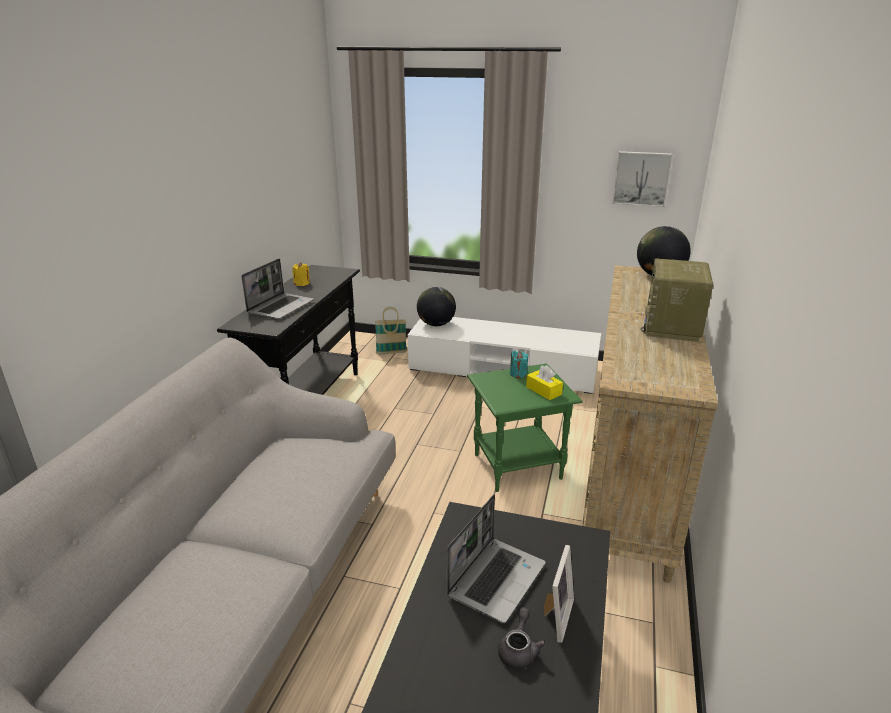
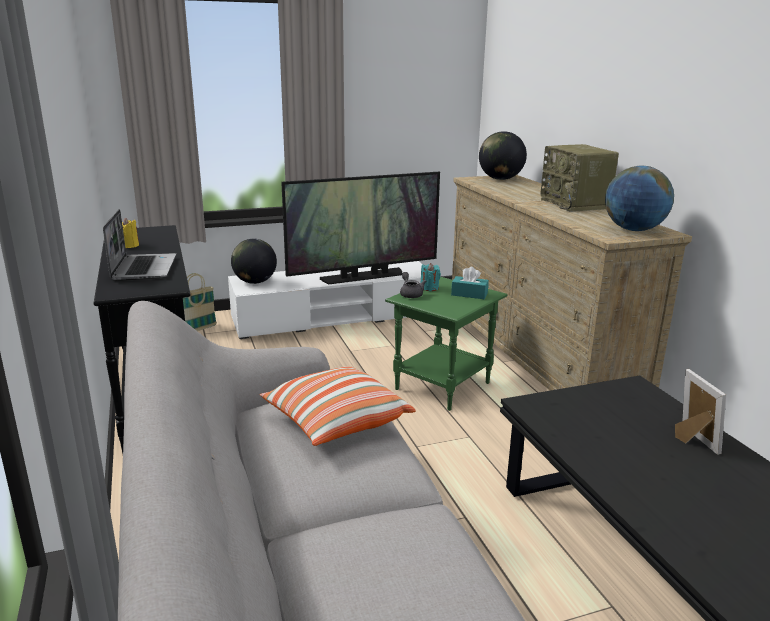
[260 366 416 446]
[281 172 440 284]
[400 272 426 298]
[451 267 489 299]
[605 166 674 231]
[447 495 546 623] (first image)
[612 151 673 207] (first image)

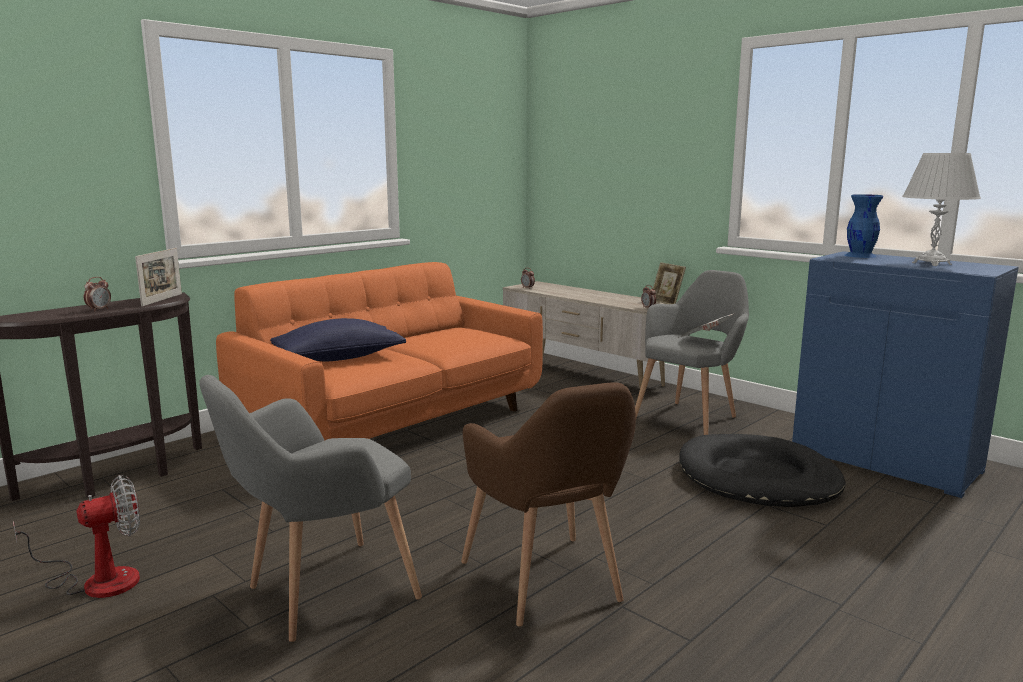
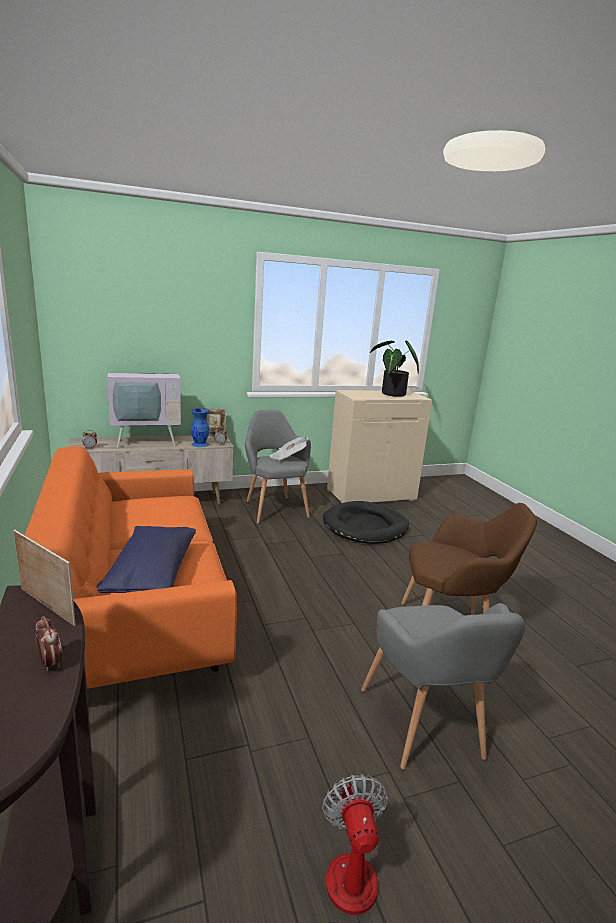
[107 343 181 448]
[191 408 209 447]
[327 390 432 503]
[370 341 419 397]

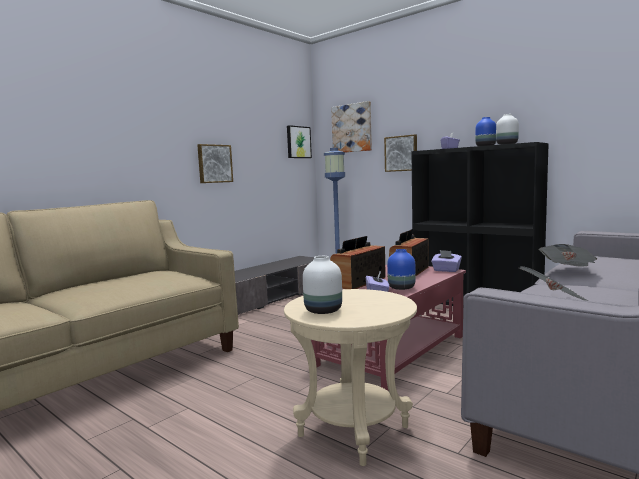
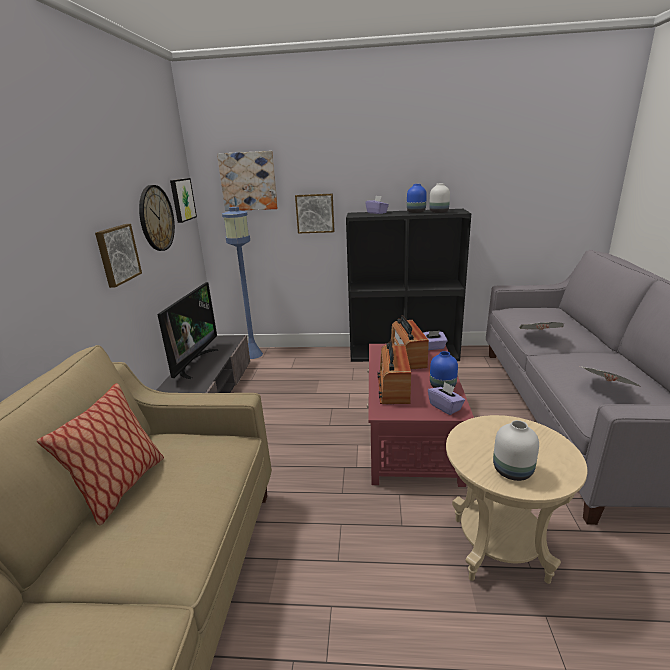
[37 383 164 525]
[139 185 175 251]
[157 282 218 379]

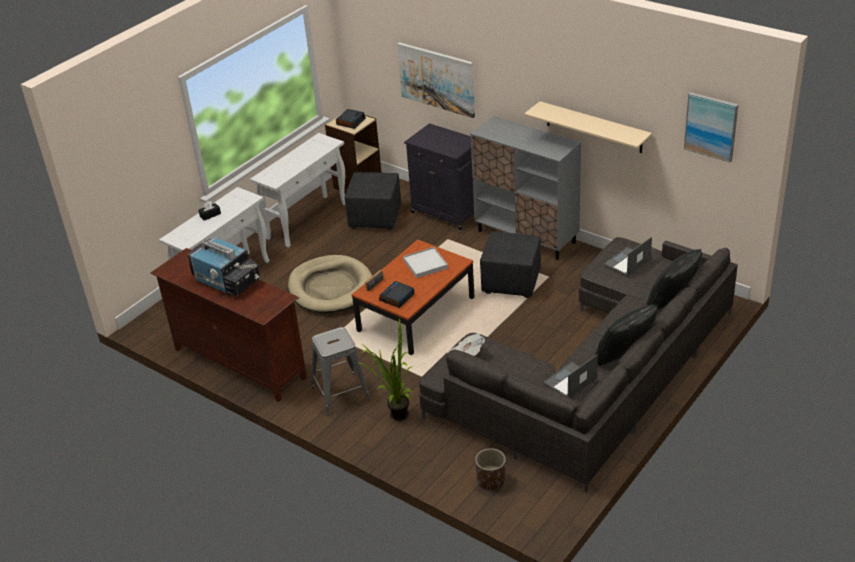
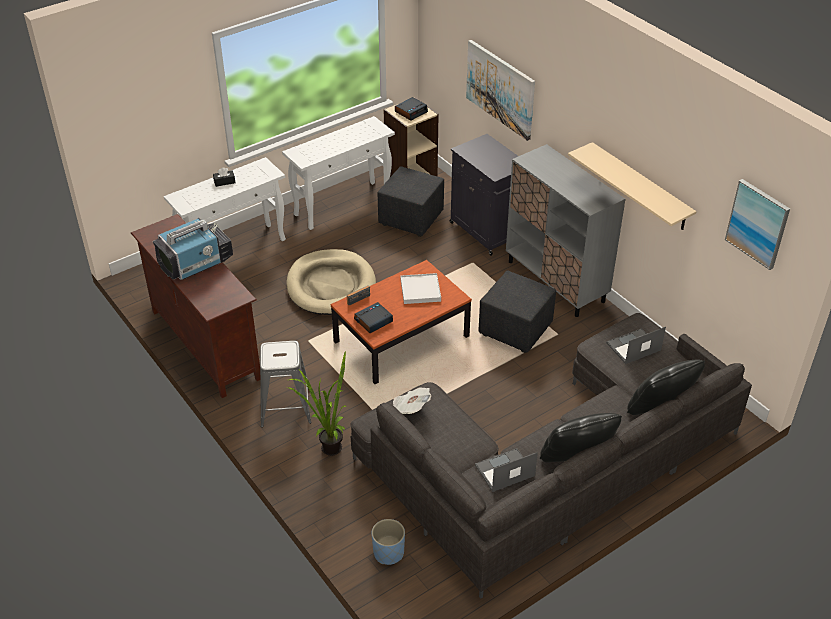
[153 218 233 280]
[372 519 405 565]

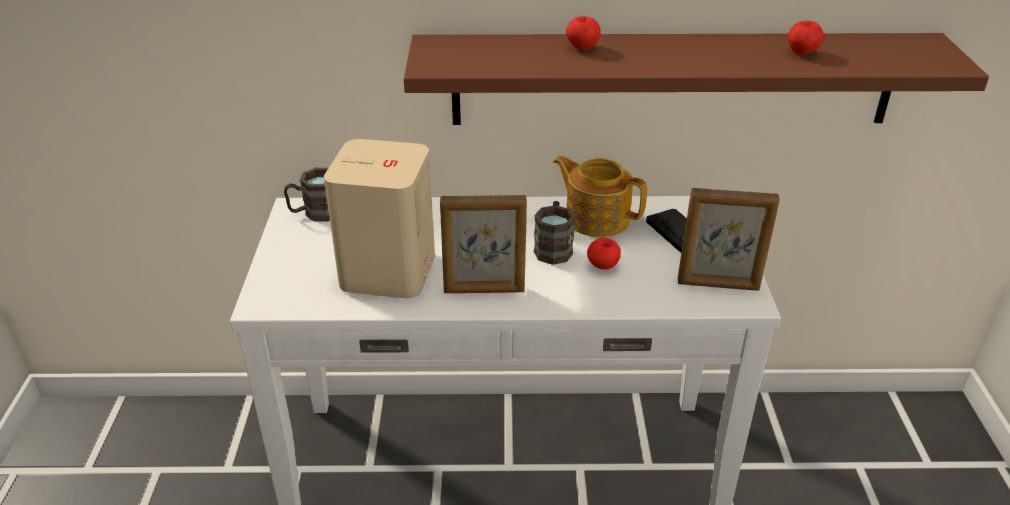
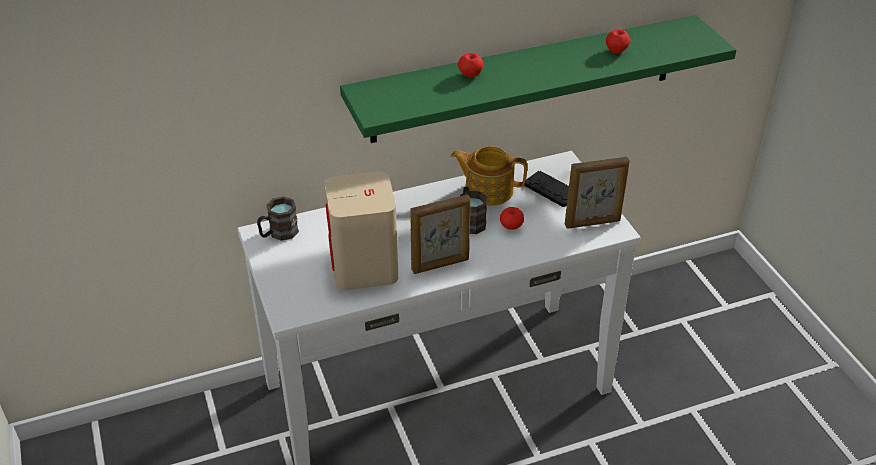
[340 15 736 143]

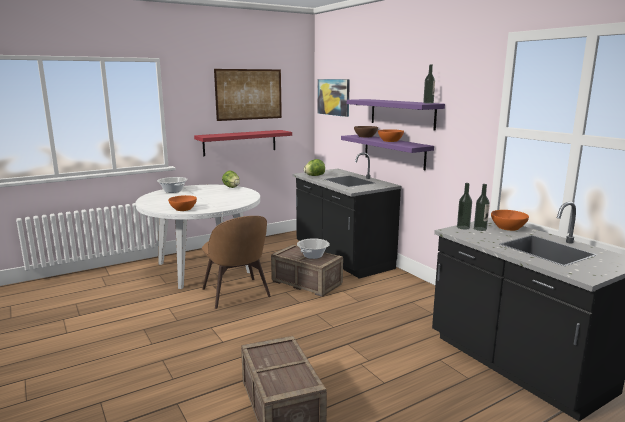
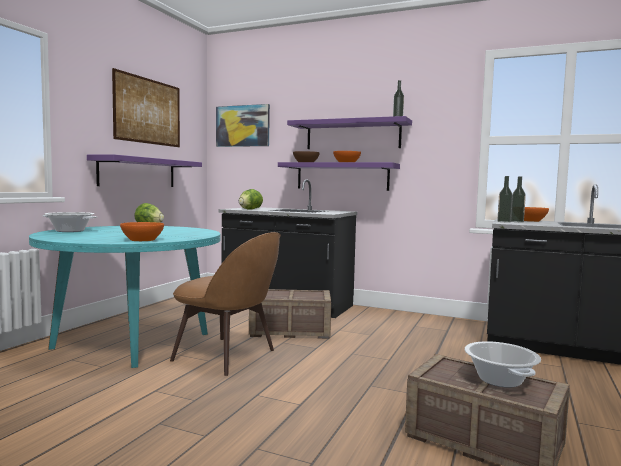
[29 226 221 368]
[87 154 202 187]
[465 341 541 388]

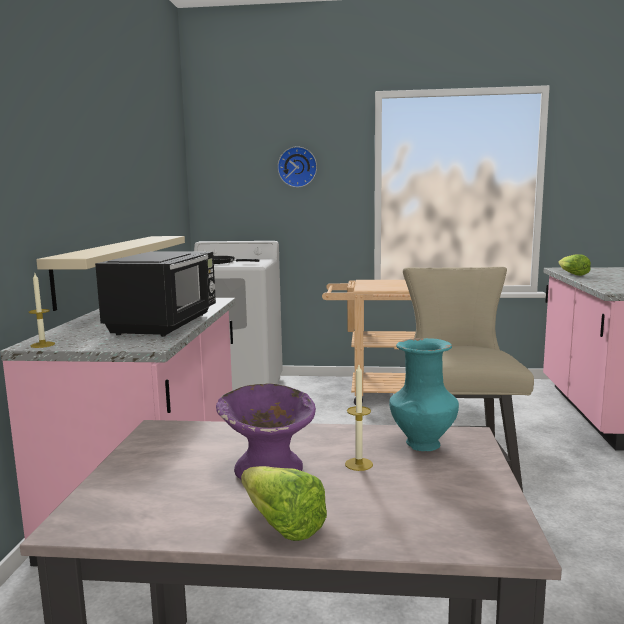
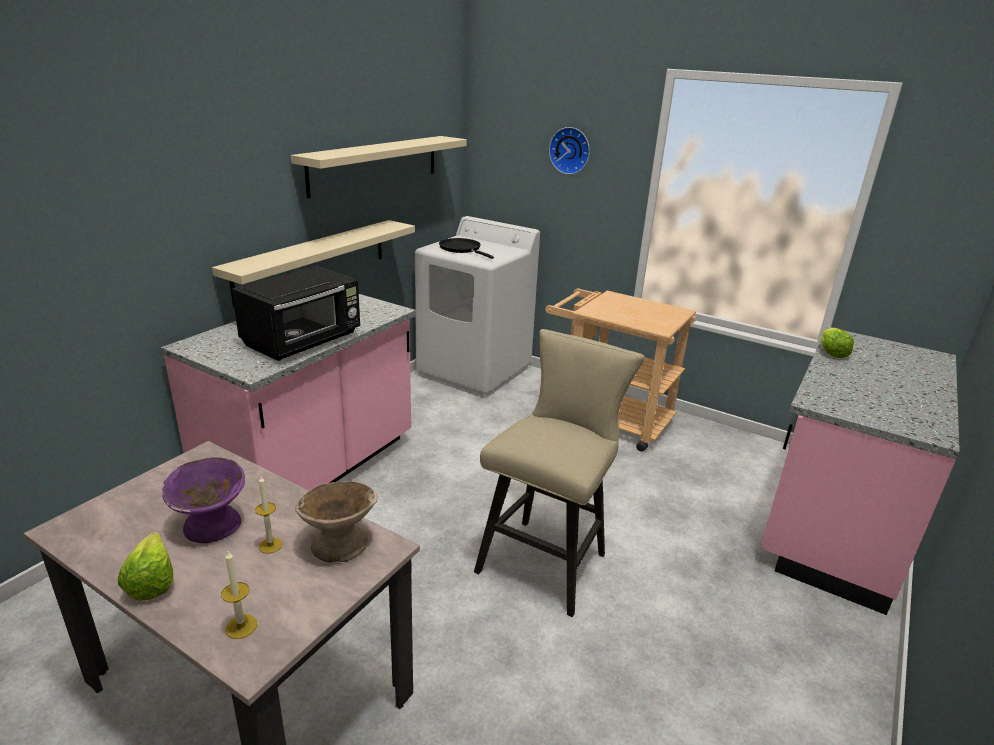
[221 551 258 639]
[291 136 467 198]
[295 481 377 563]

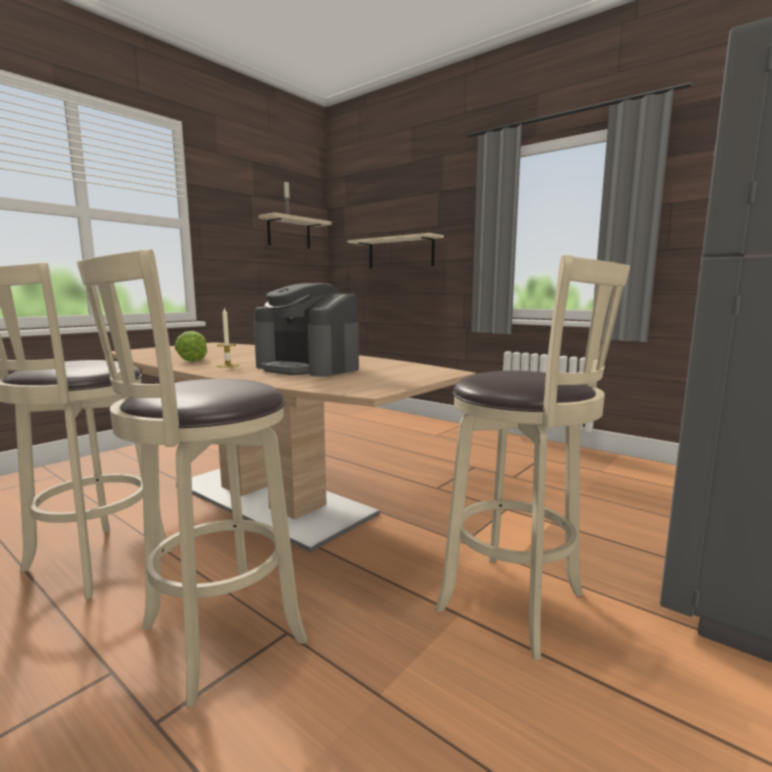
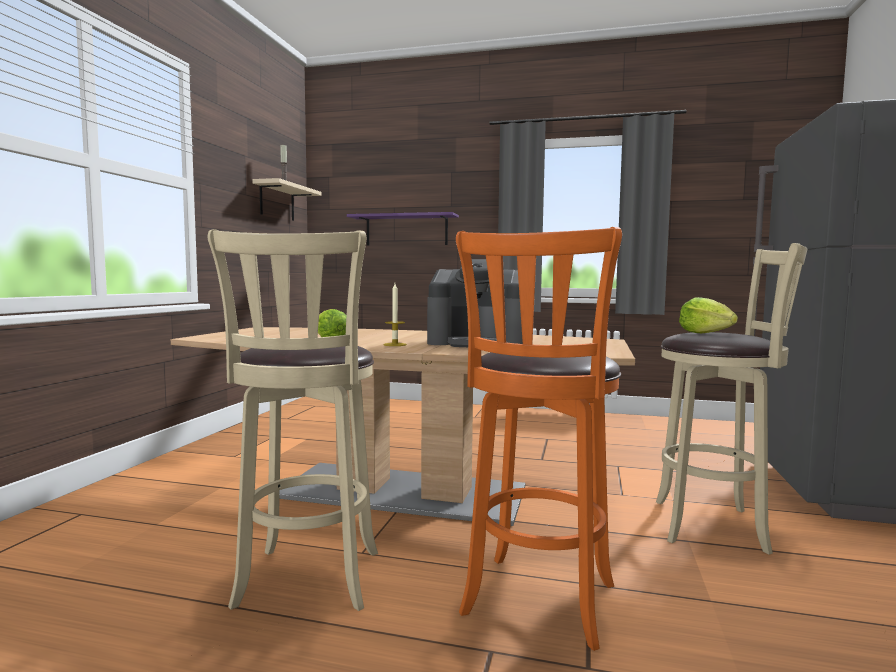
[347 212 459 245]
[456 227 622 651]
[679 297 738 333]

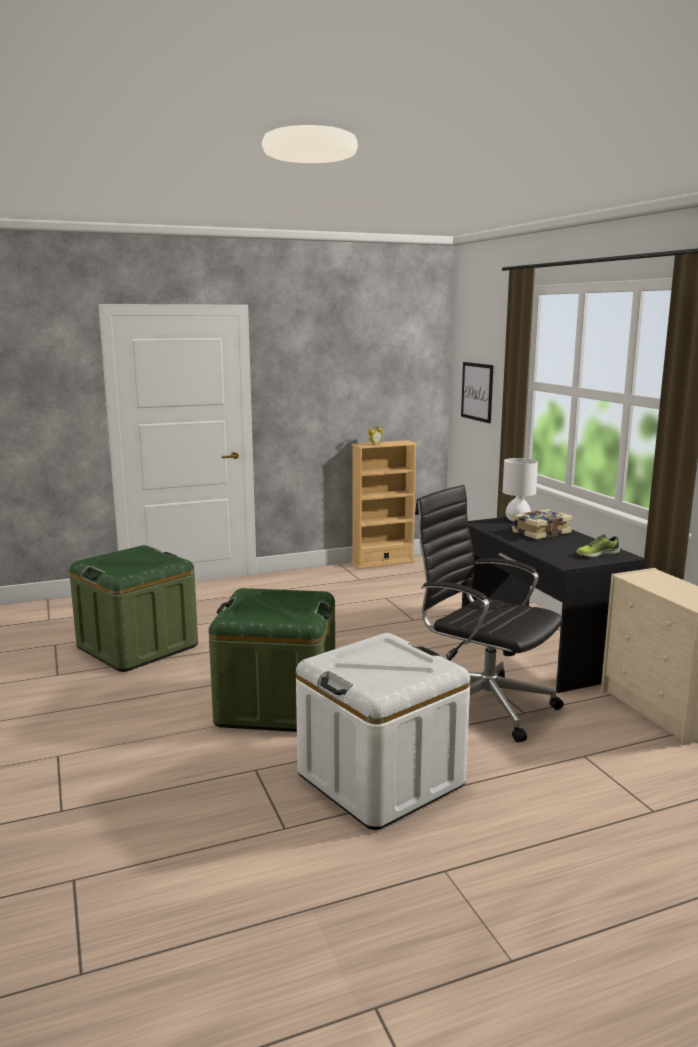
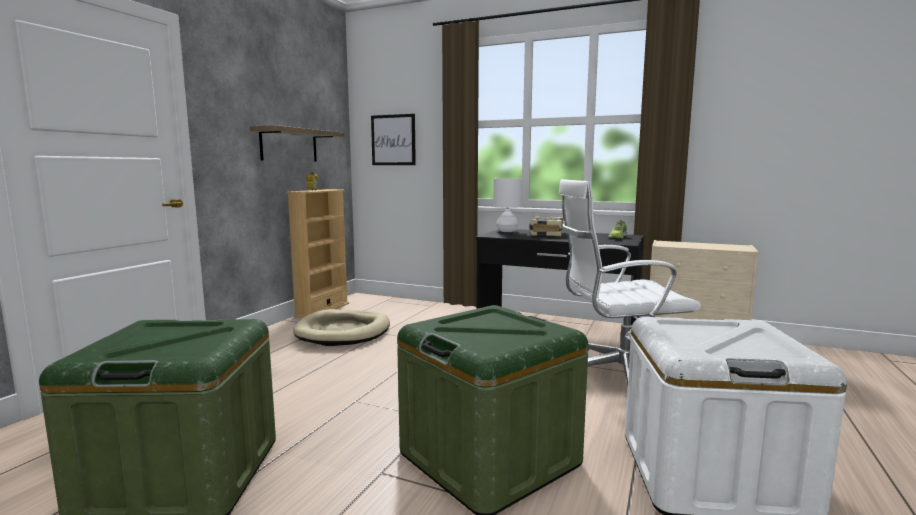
[249 125 344 161]
[293 309 390 346]
[558 179 701 407]

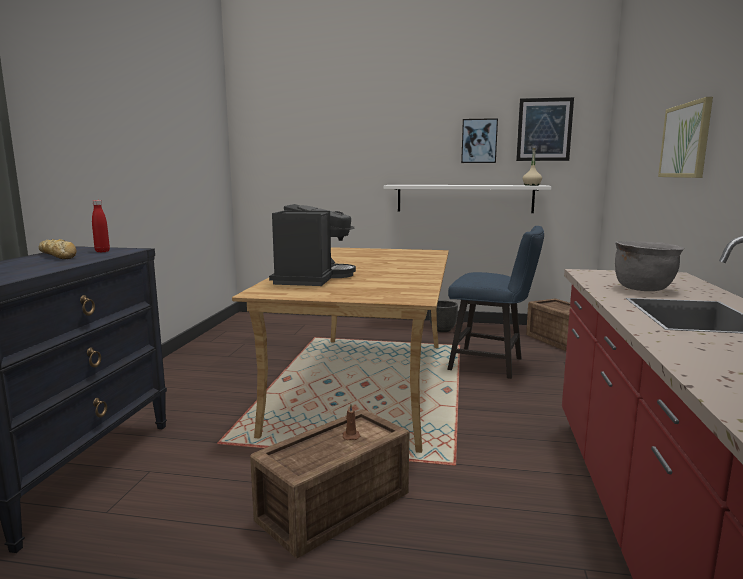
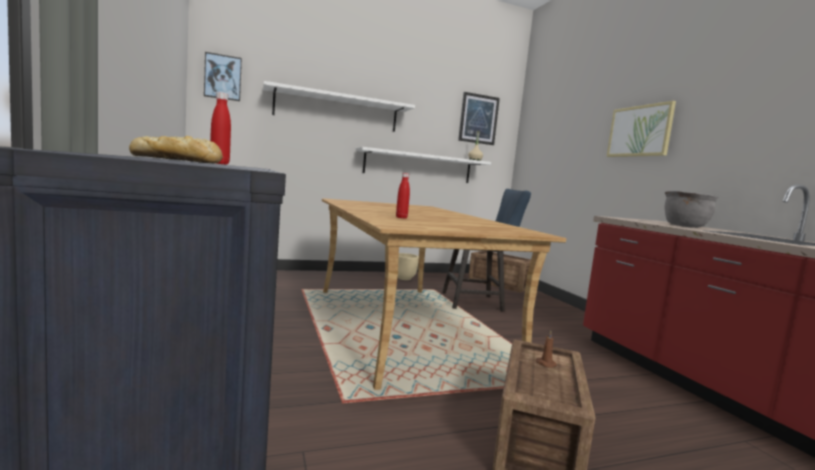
[204 52 242 101]
[263 81 415 132]
[396 173 410 219]
[398 253 419 280]

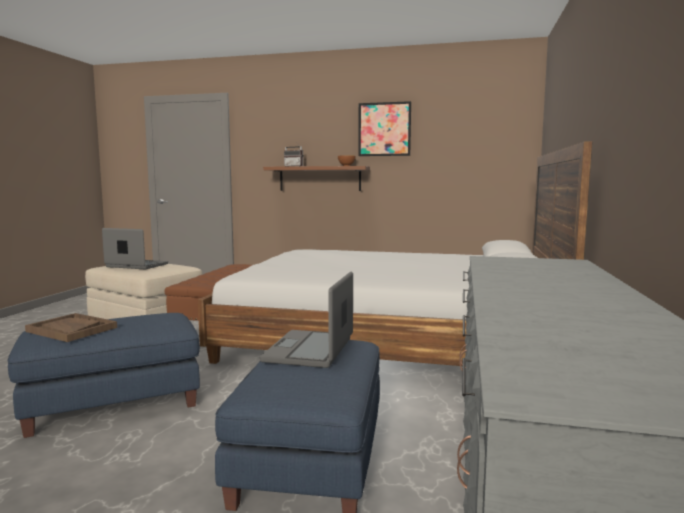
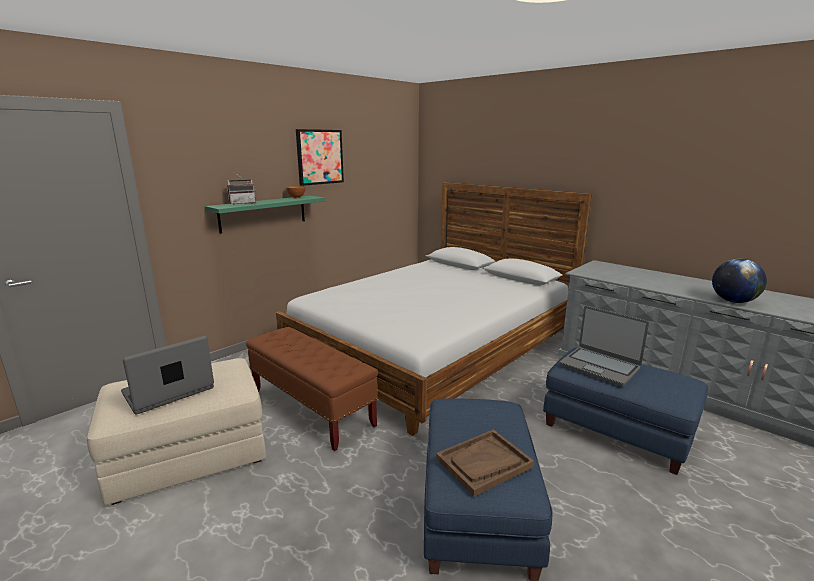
[205 196 325 234]
[712 259 767 303]

